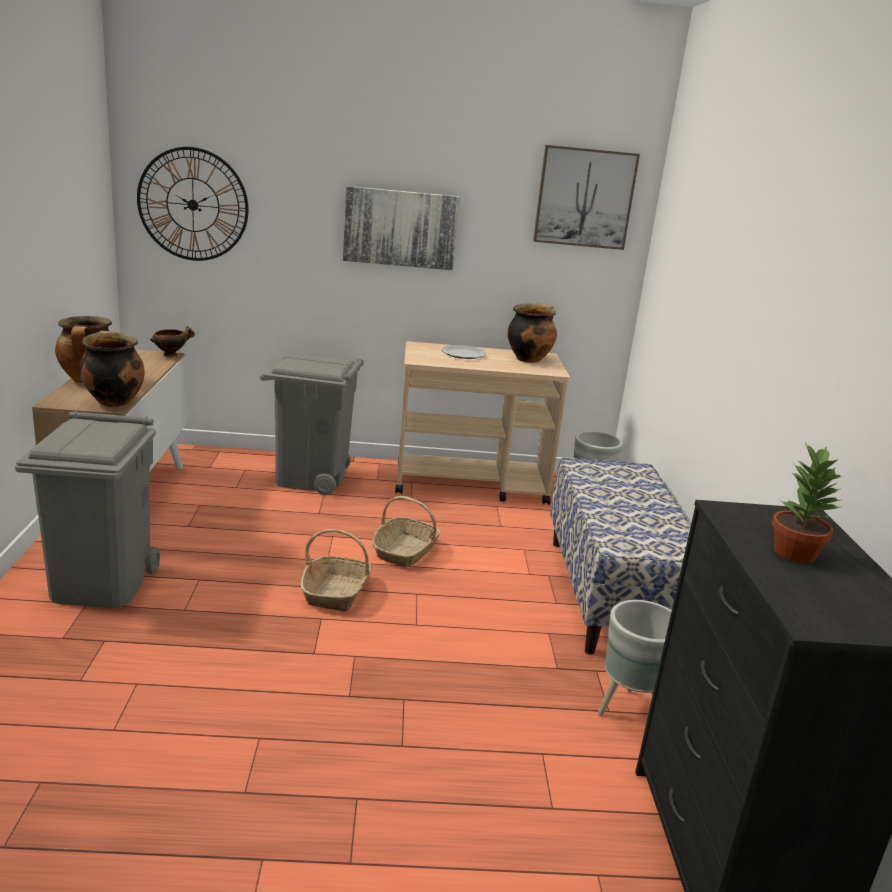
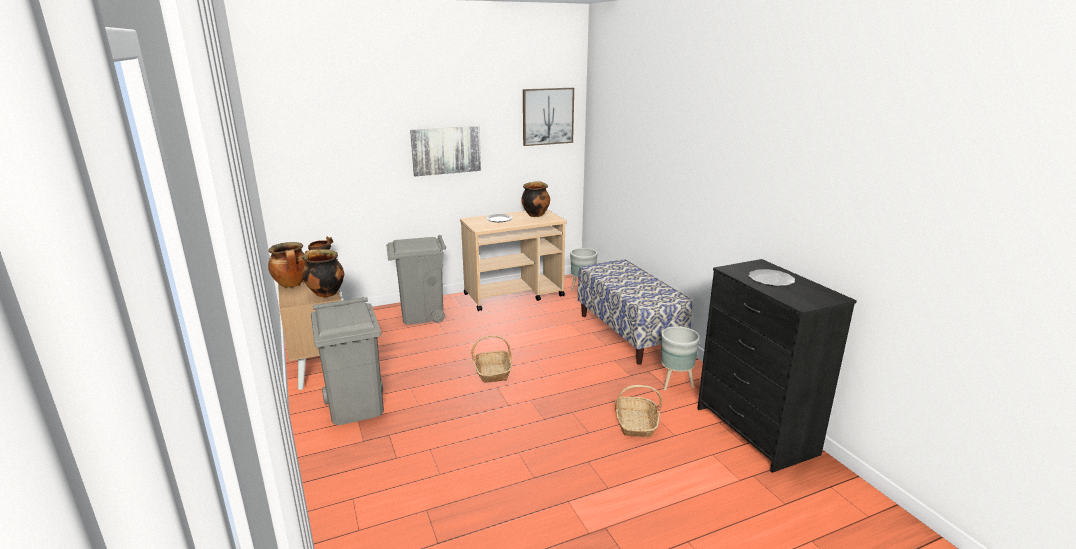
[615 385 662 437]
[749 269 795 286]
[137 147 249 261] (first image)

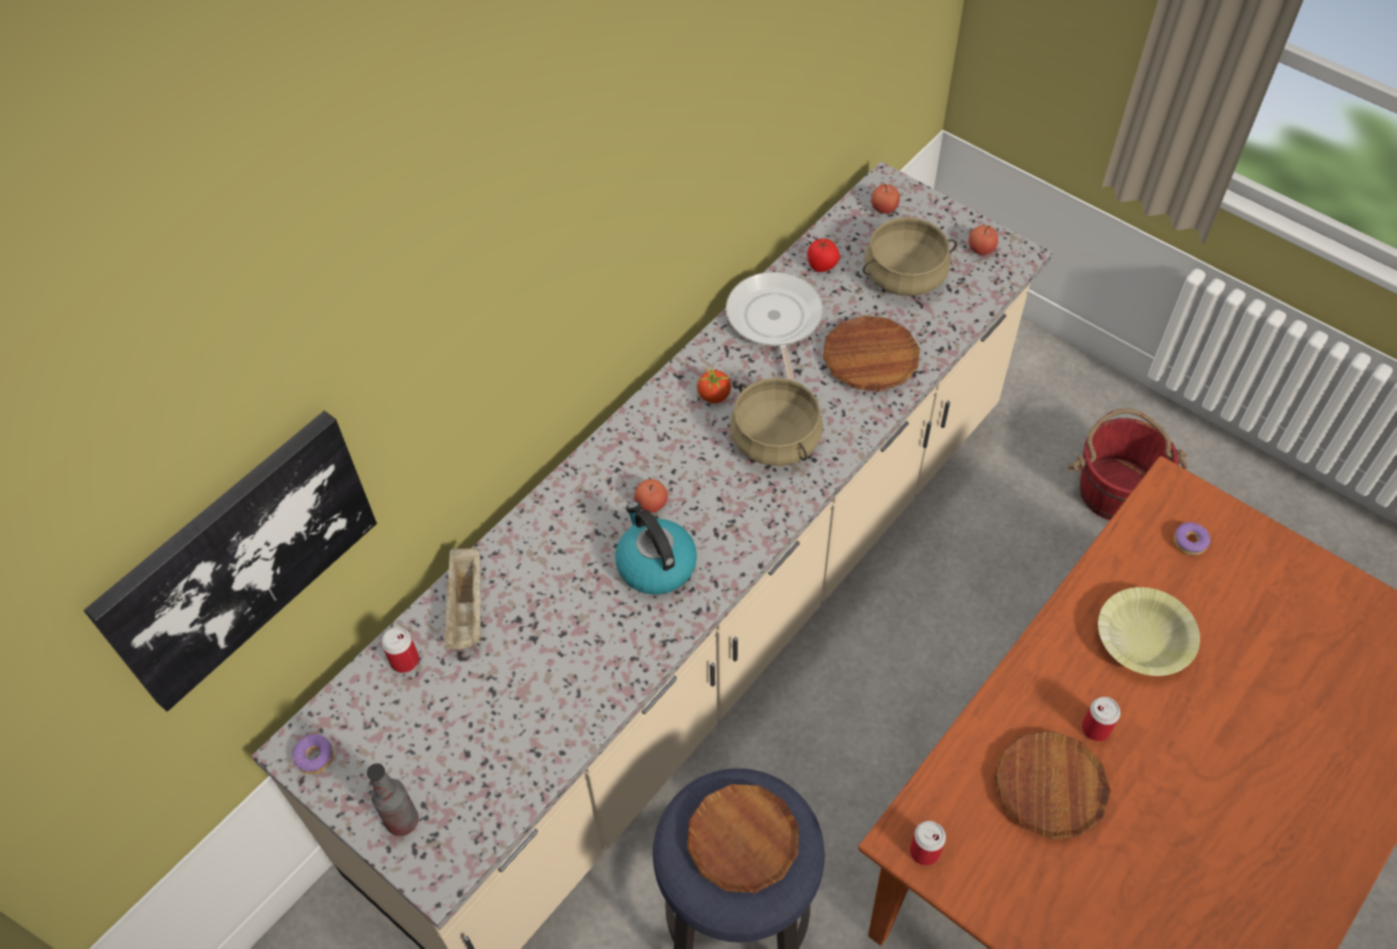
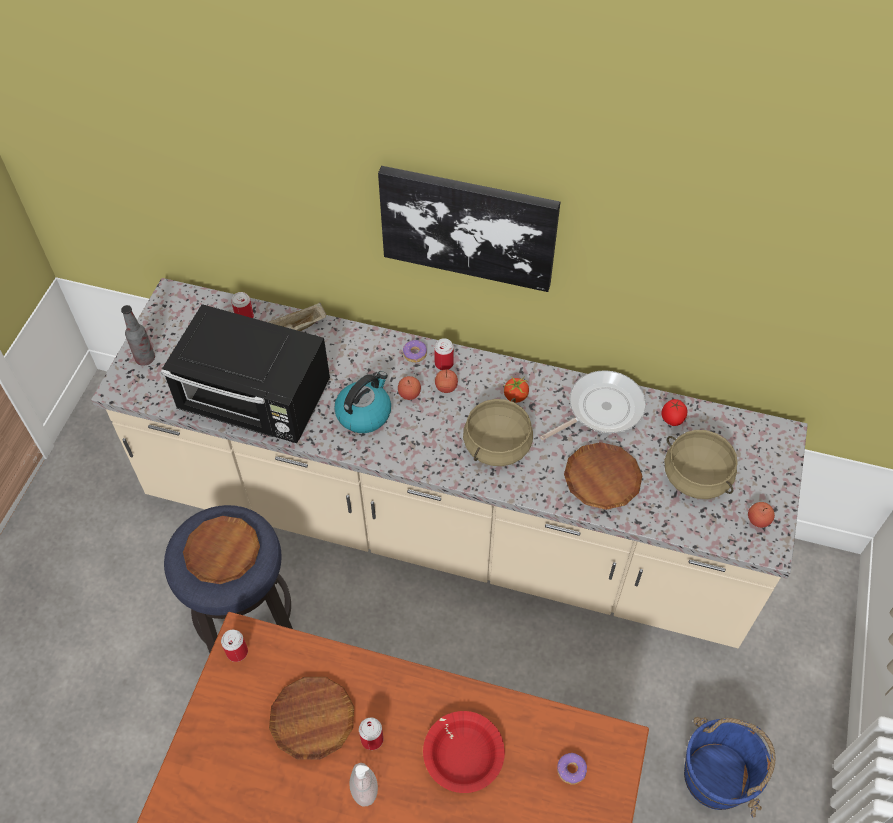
[161 304 330 443]
[349 763 378 806]
[378 166 560 292]
[403 340 427 363]
[423 711 505 793]
[434 338 454 370]
[435 370 458 393]
[684 717 776 818]

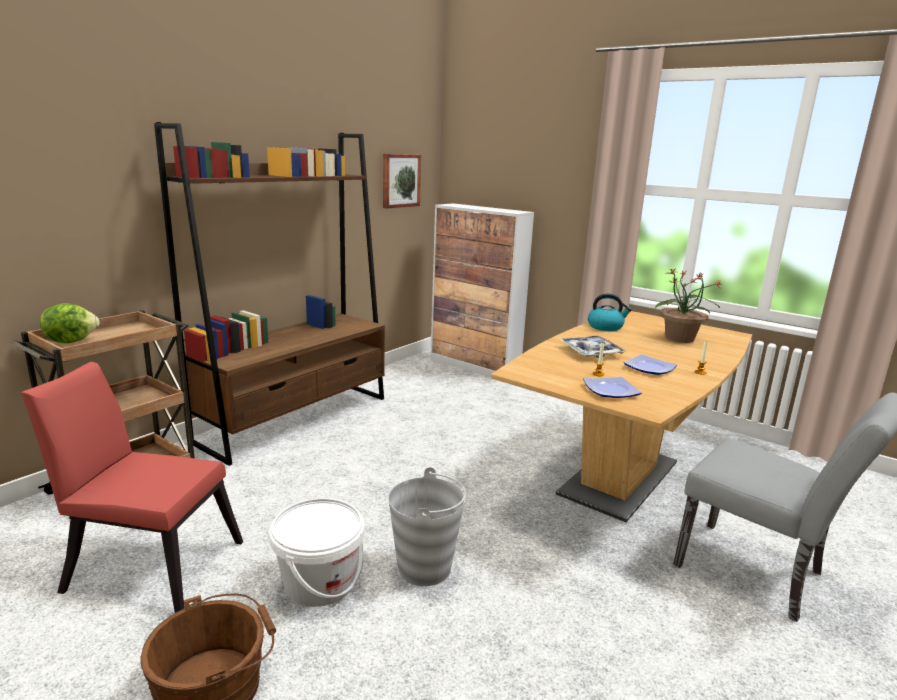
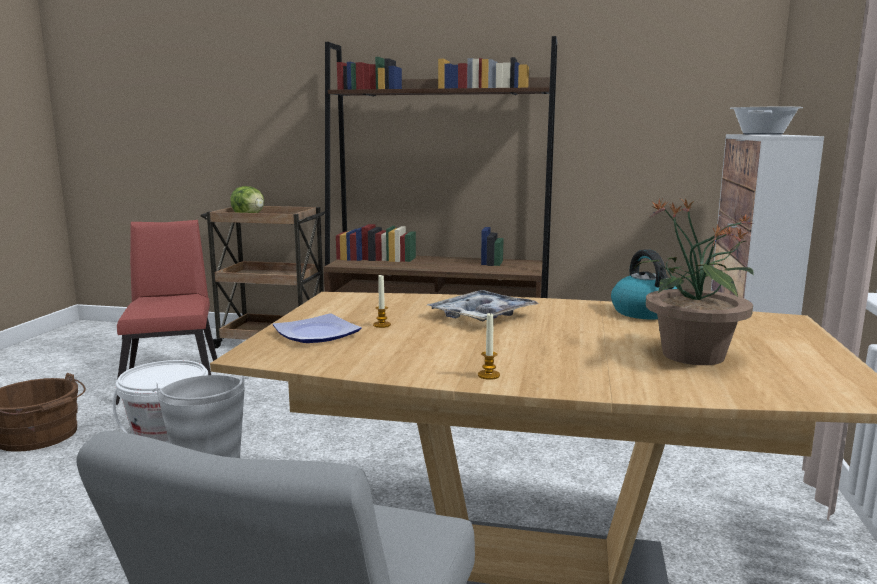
[730 107 803 135]
[383 154 421 208] (first image)
[624 354 678 375] (first image)

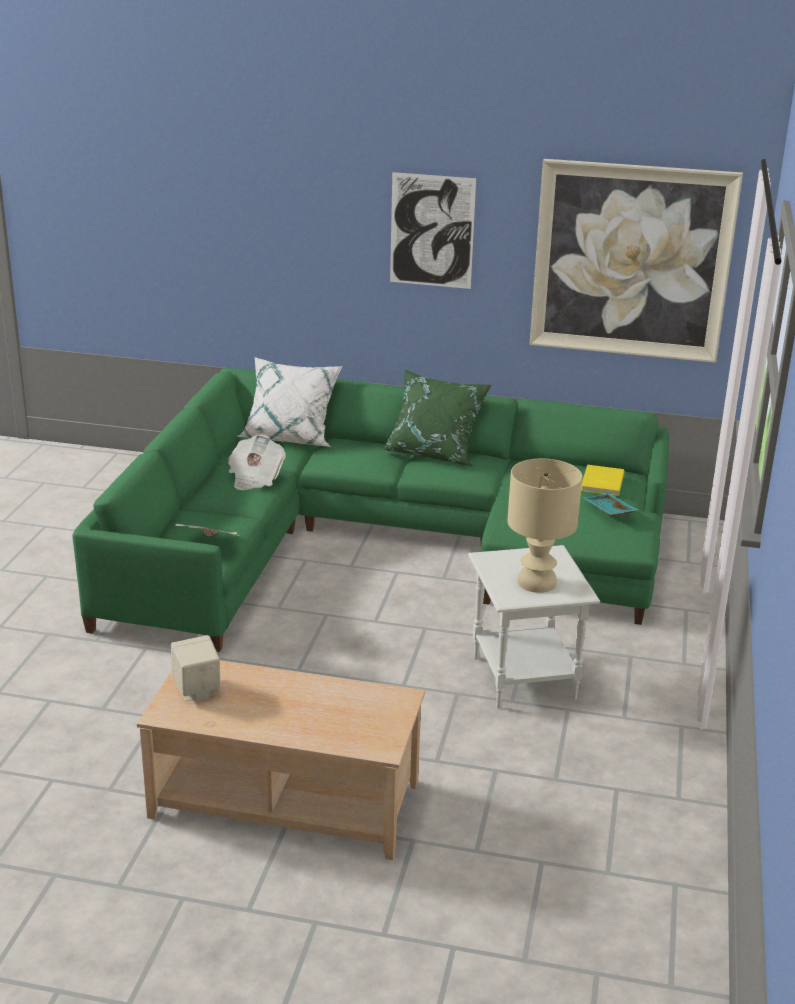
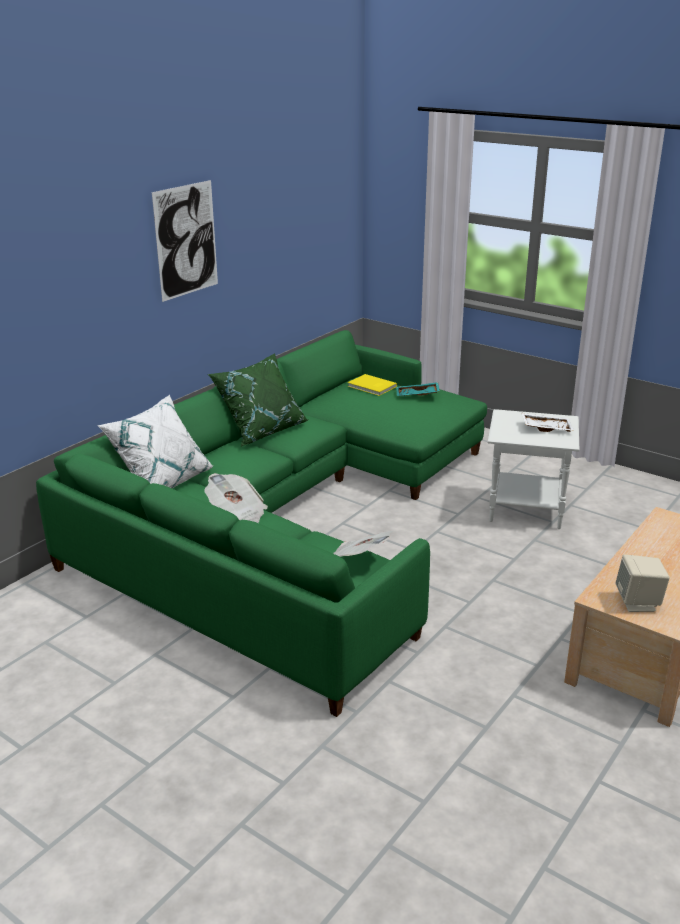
[521 413 574 432]
[529 159 743 363] (first image)

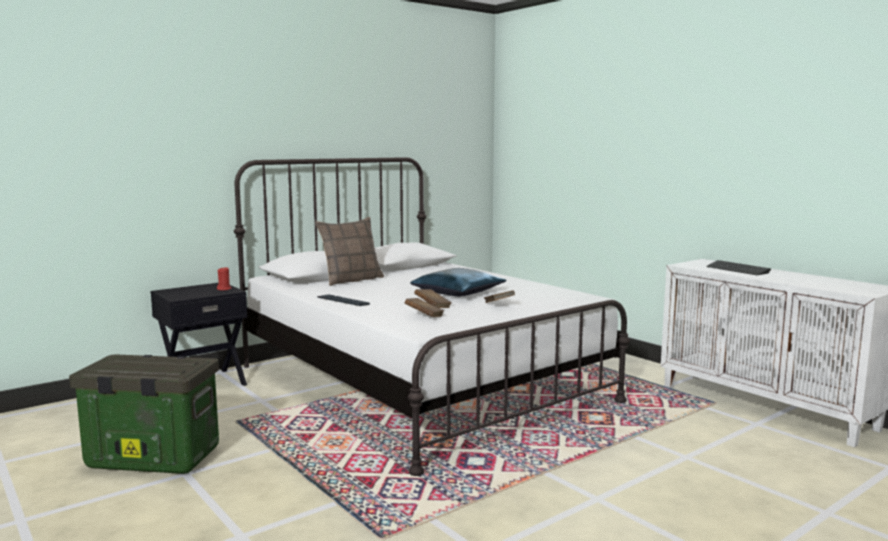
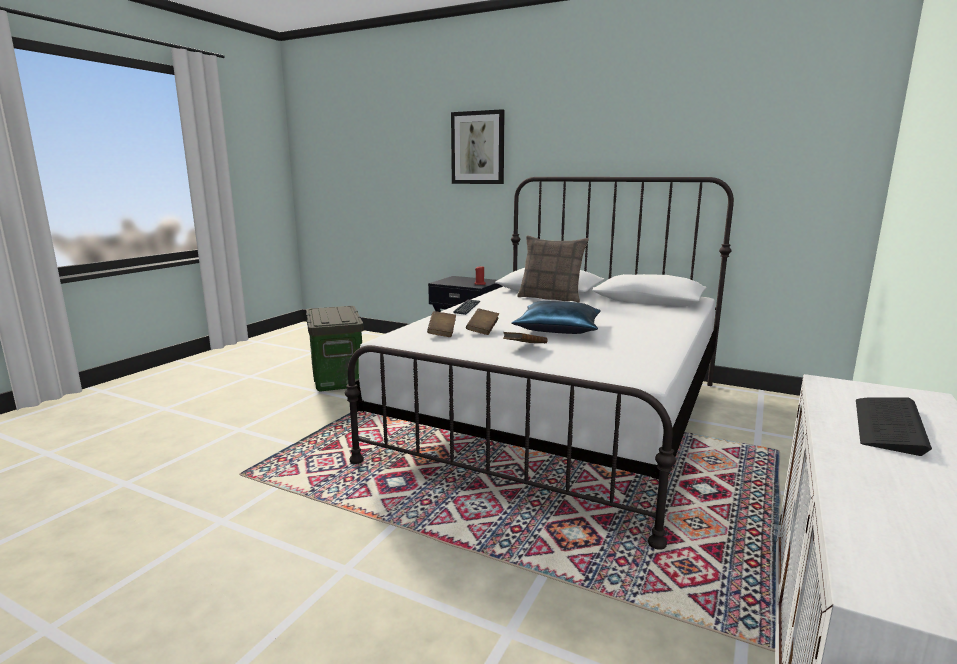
[451 109 505 184]

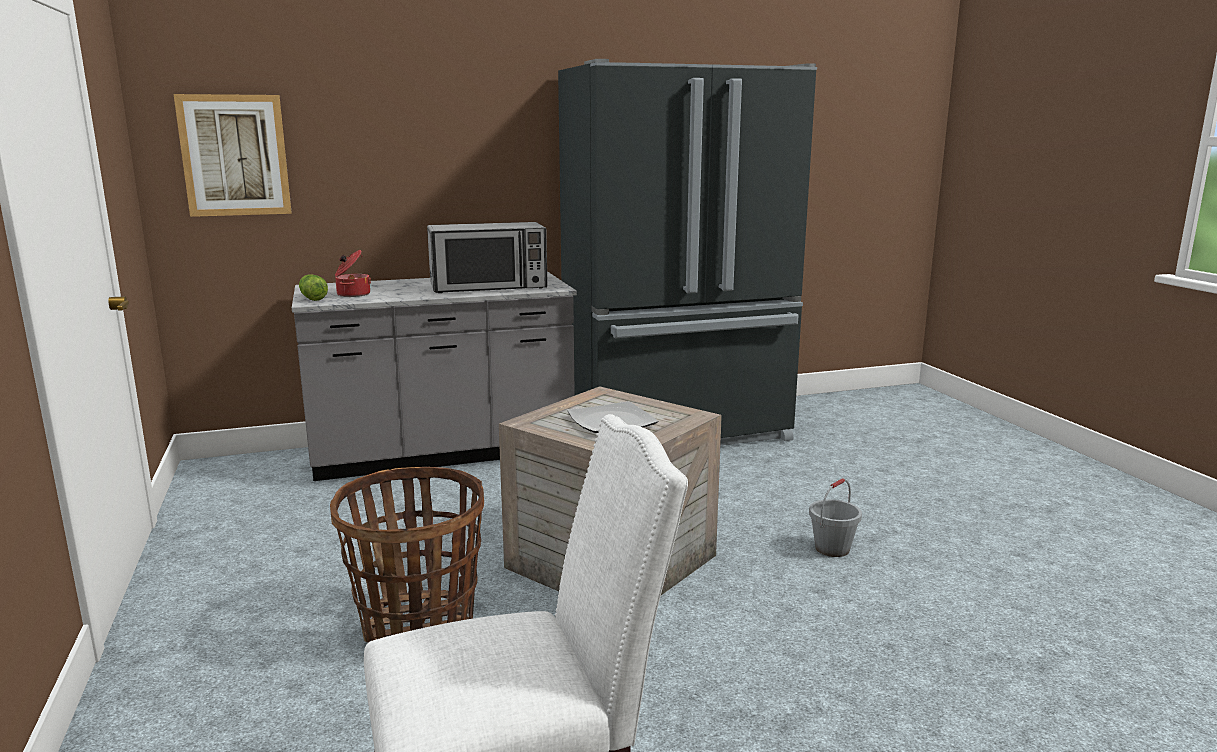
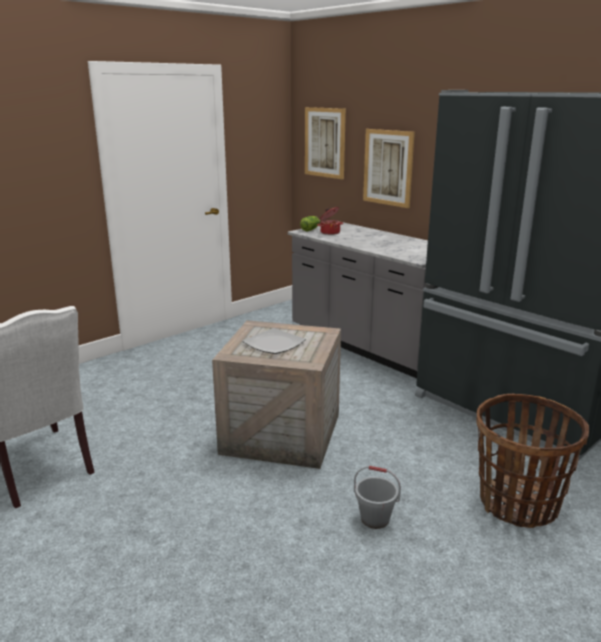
[363 129 415 208]
[477 394 589 528]
[427 222 548 293] (first image)

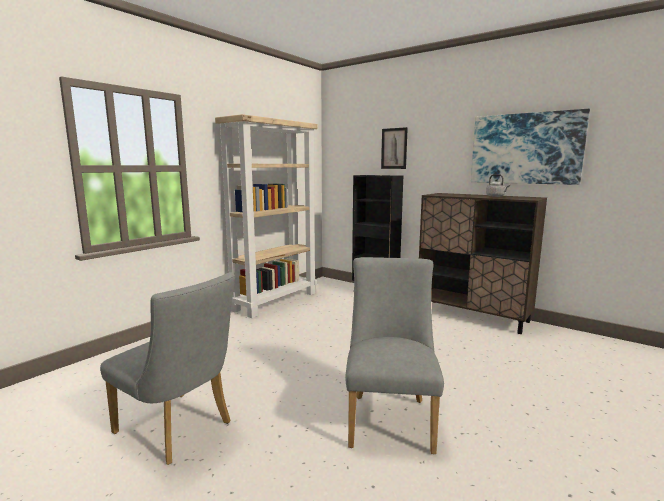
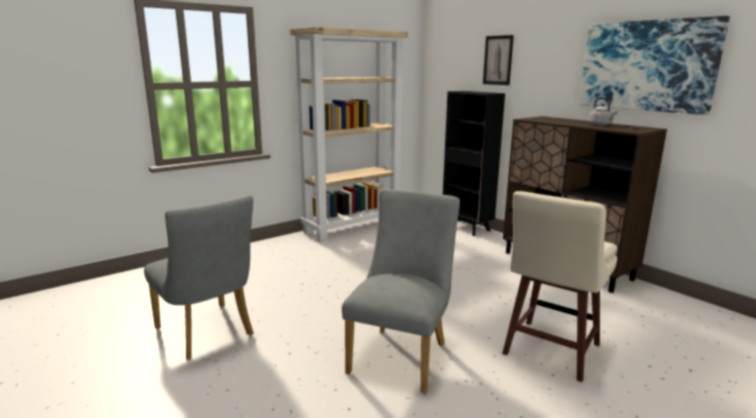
[502 191 617 382]

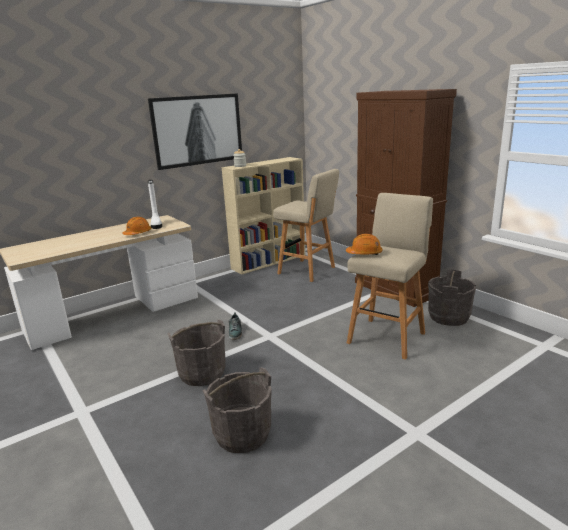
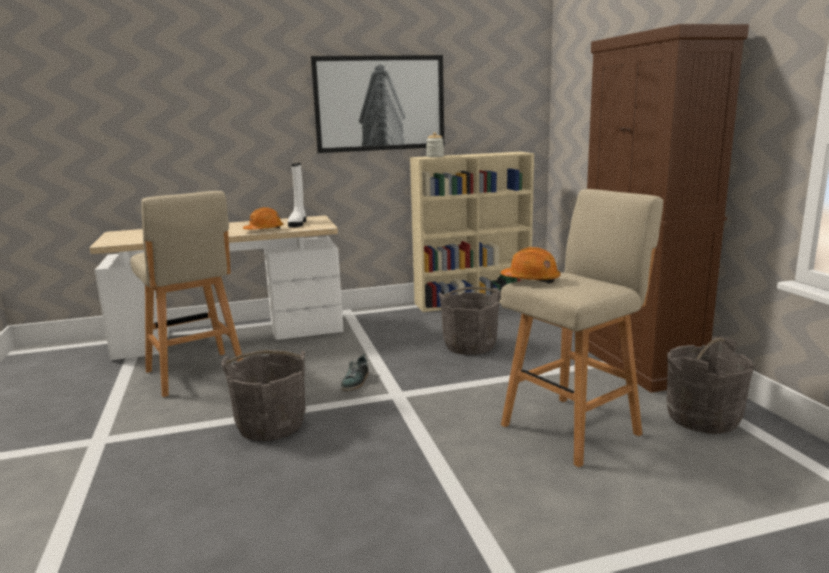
[130 191 243 397]
[438 287 501 355]

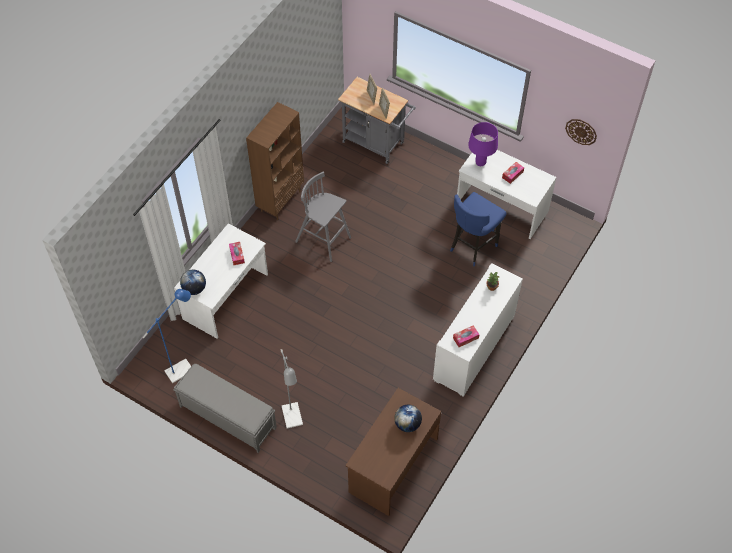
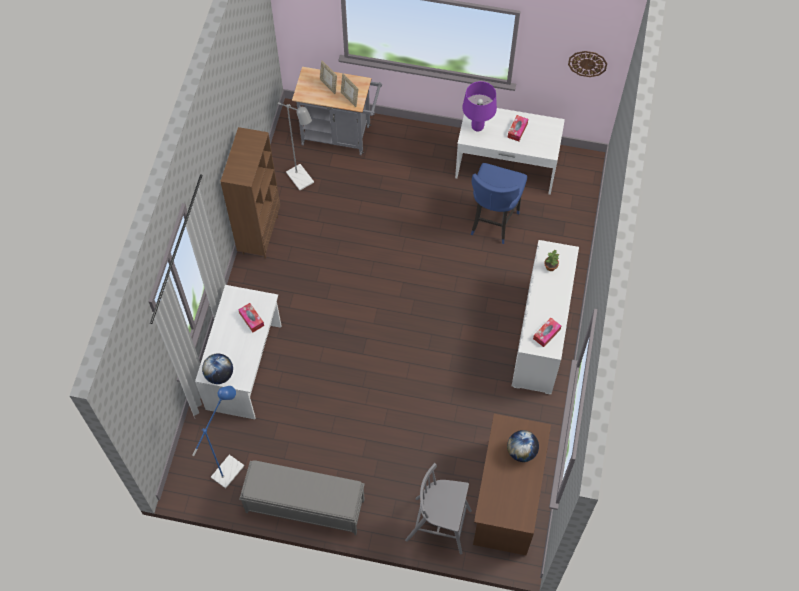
[278 102 314 190]
[405 463 472 554]

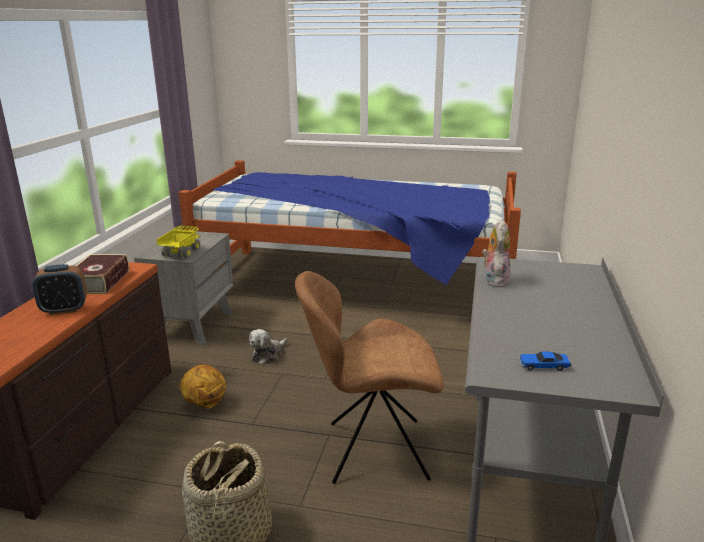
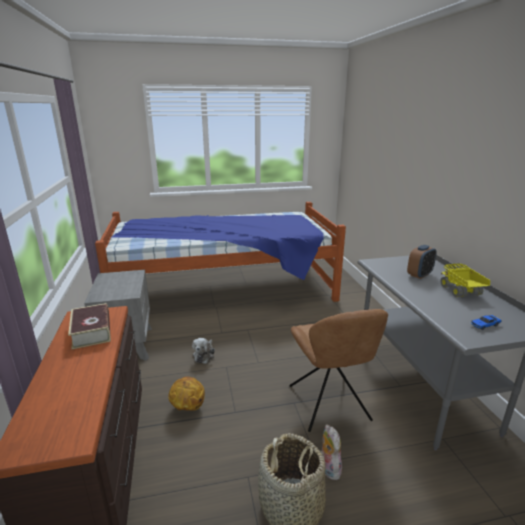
[289 309 388 432]
[320 424 342 480]
[407 245 437 279]
[440 263 491 297]

